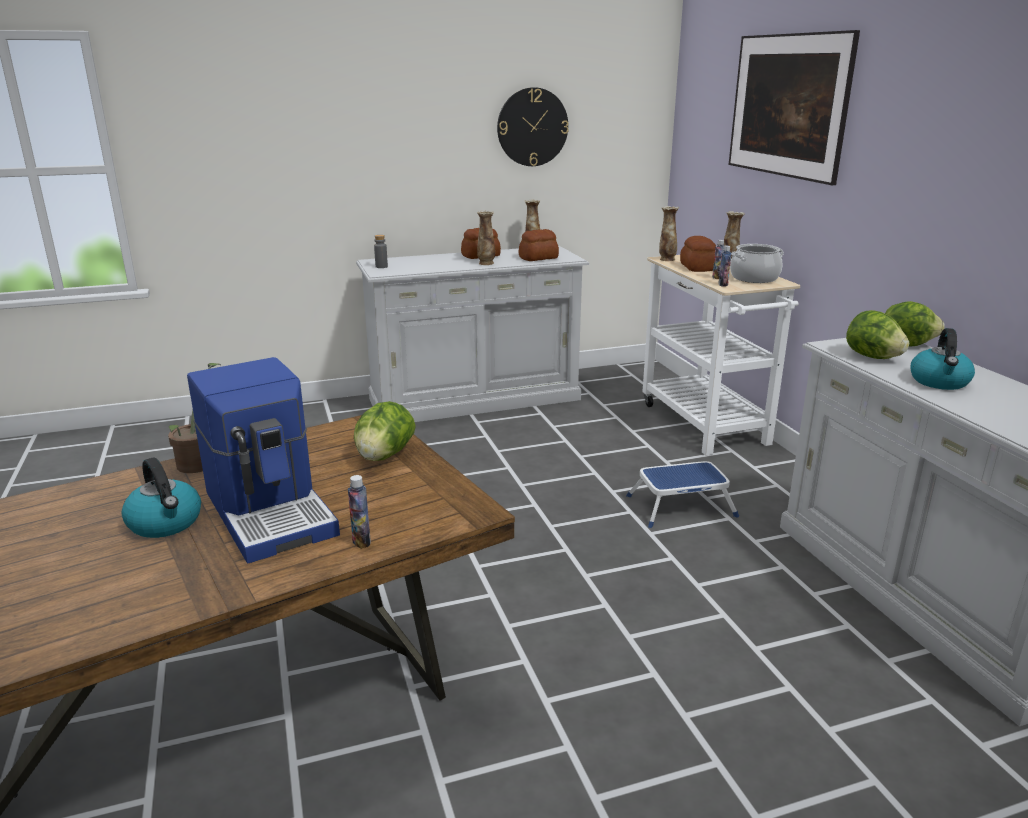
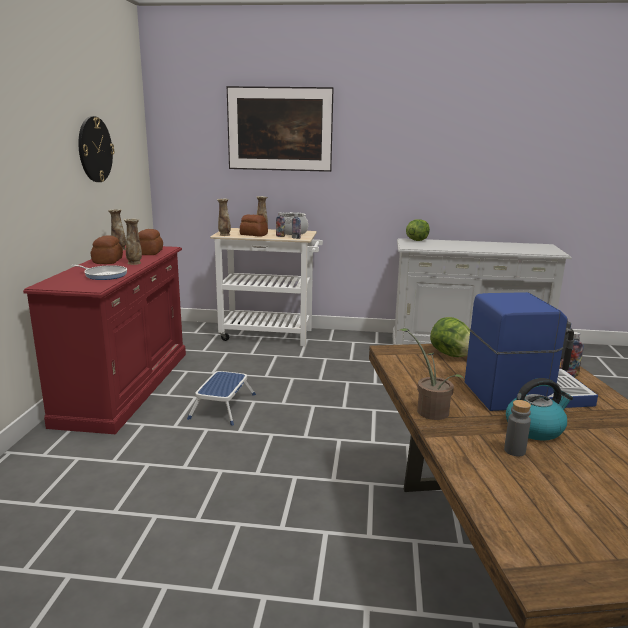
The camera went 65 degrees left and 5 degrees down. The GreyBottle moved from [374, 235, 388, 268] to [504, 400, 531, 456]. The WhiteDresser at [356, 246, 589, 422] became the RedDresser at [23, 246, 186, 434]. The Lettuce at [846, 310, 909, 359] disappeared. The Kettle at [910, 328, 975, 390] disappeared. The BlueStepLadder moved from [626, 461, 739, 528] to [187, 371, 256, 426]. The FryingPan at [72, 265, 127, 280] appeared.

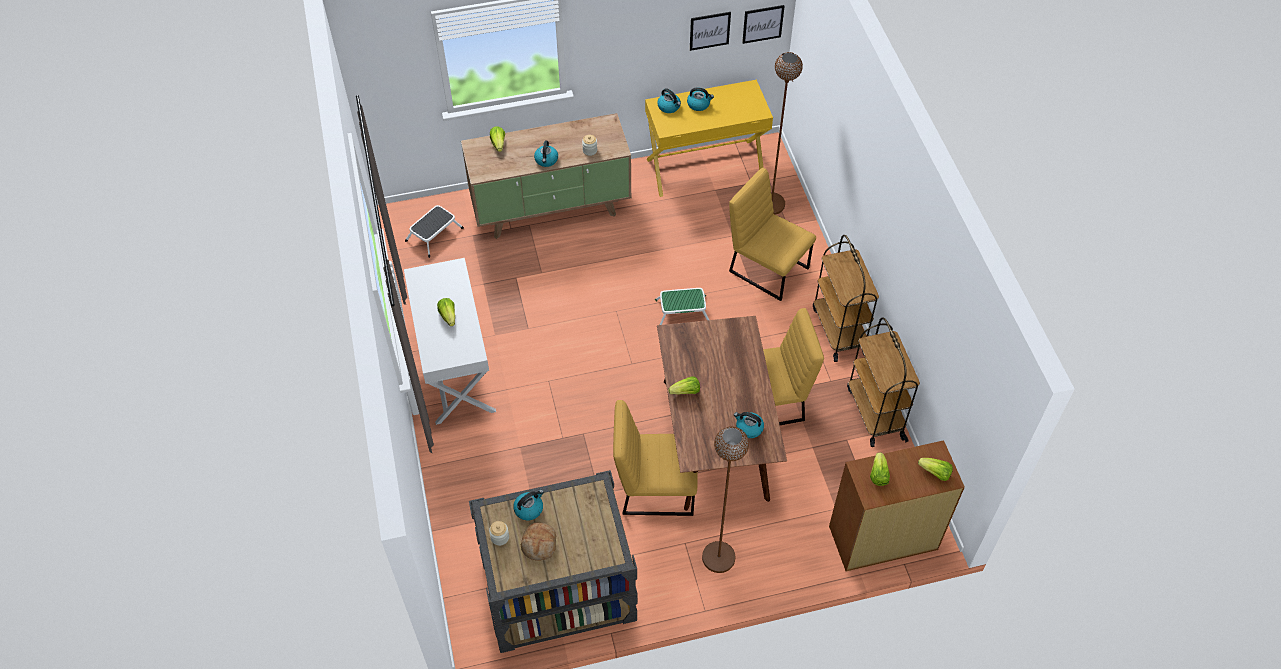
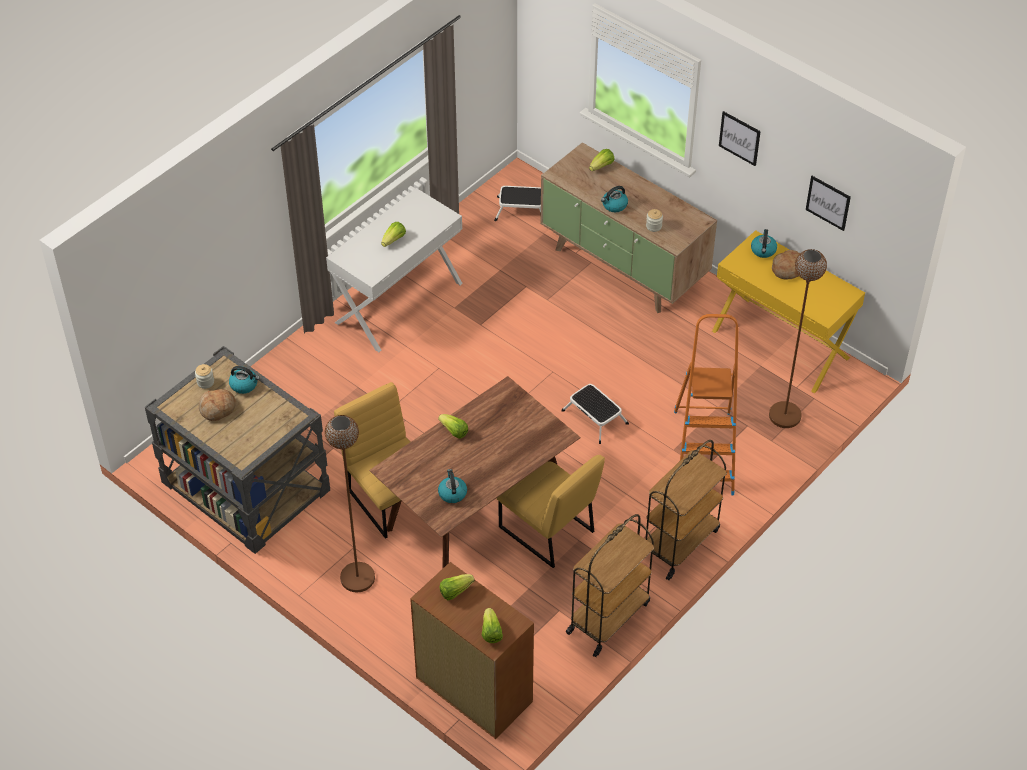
The camera went 55 degrees right and 5 degrees down. The Picture moved from [742, 5, 785, 44] to [719, 111, 761, 166]. The Kettle at [687, 87, 714, 111] was replaced by the Bread at [772, 250, 800, 279]. The YellowChair at [729, 168, 816, 301] was replaced by the OrangeStepLadder at [674, 314, 738, 495]. The GreenStepLadder at [655, 288, 709, 325] became the BlackStepLadder at [562, 384, 629, 444].

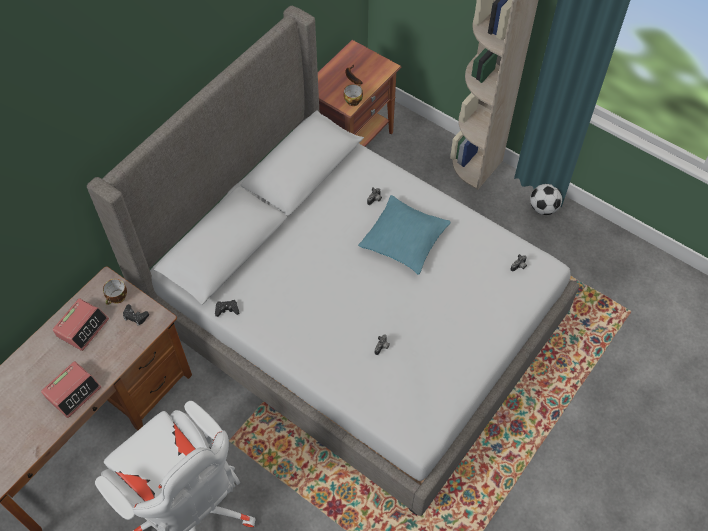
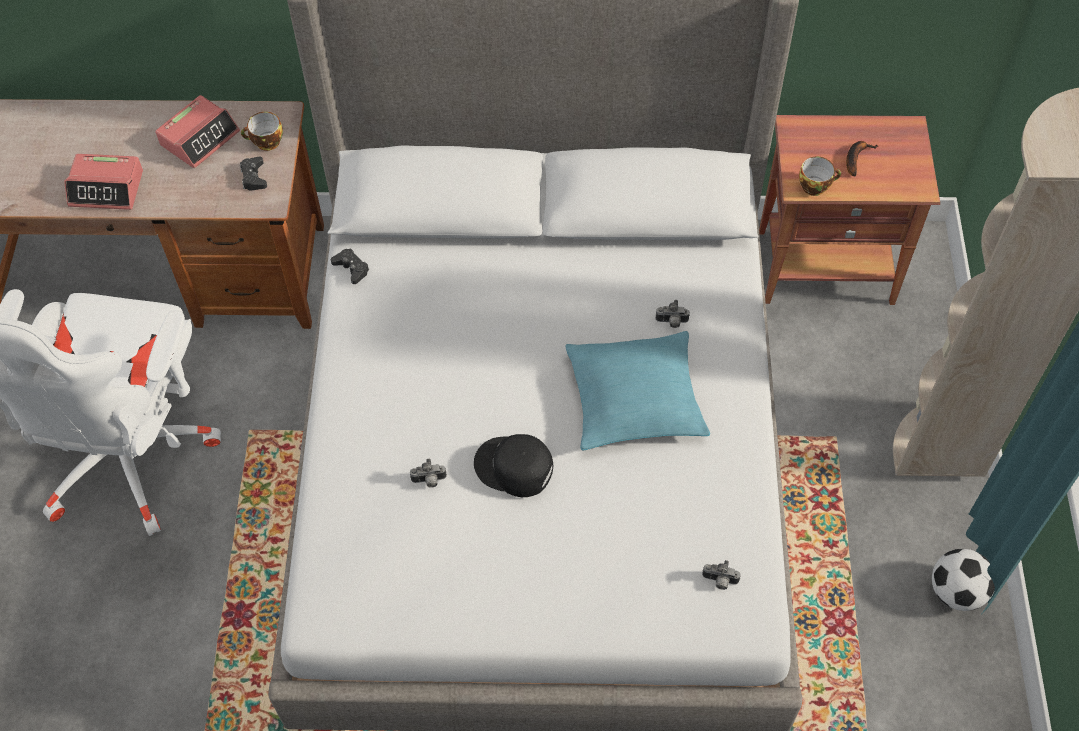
The camera went 55 degrees right and 0 degrees up. The AlarmClock at [52, 298, 109, 351] turned 45 degrees counterclockwise. The BlackCap at [474, 434, 553, 497] appeared.

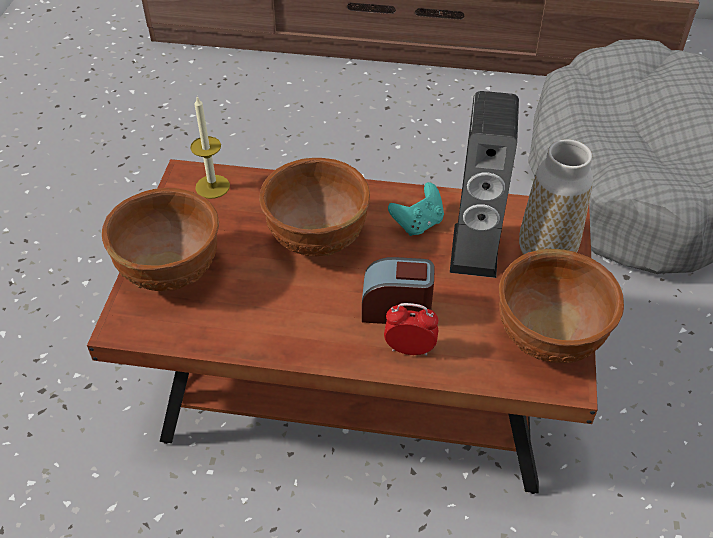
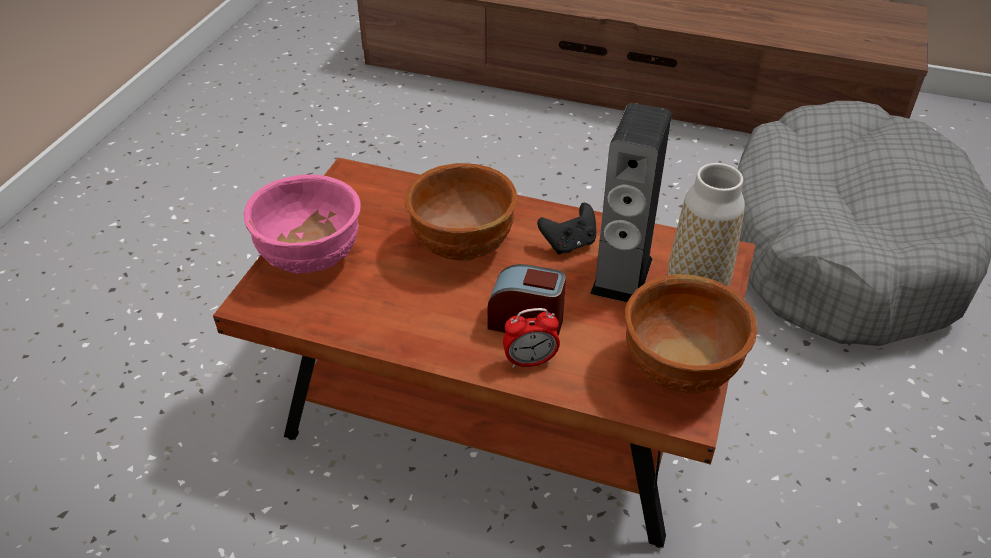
The camera went 10 degrees right and 5 degrees down. The Candle at [190, 97, 230, 199] disappeared. The TurquoiseGameController at [388, 182, 444, 236] became the BlackGameController at [537, 203, 596, 254]. The BrownBowl at [102, 188, 219, 292] became the PinkBowl at [244, 174, 361, 274]. The AlarmClock at [384, 303, 439, 356] turned 150 degrees clockwise.

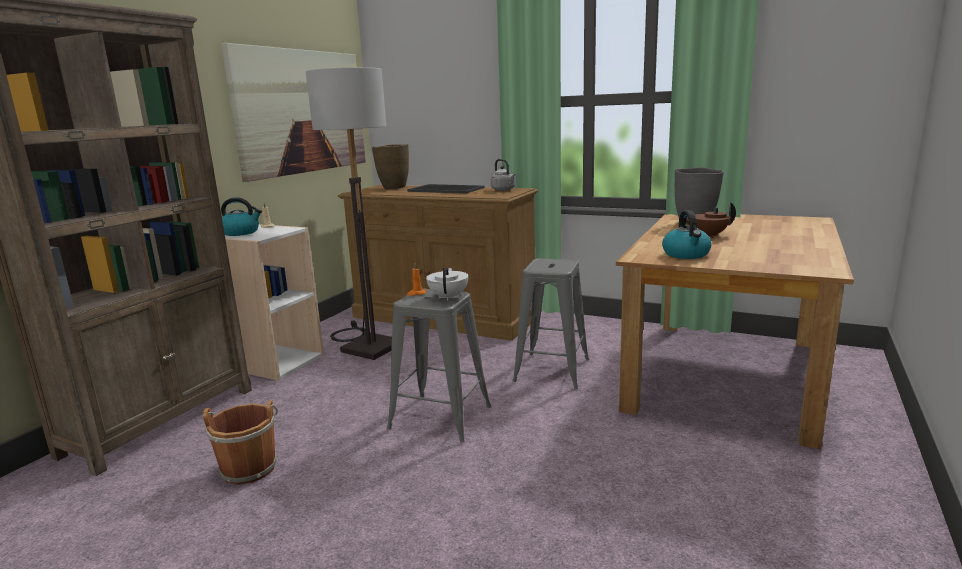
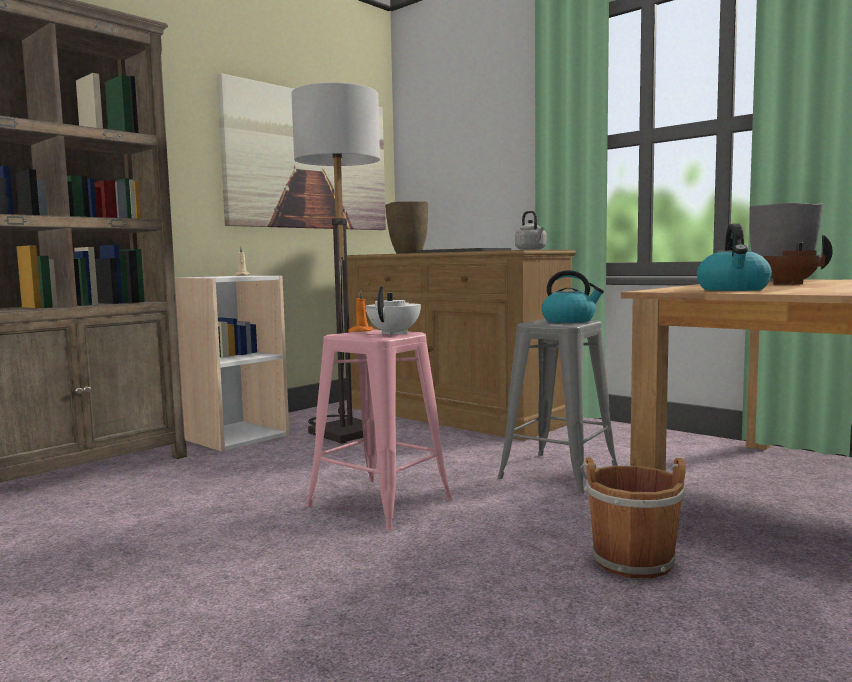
The camera went 15 degrees right and 10 degrees down. The Kettle moved from [221, 197, 262, 236] to [541, 270, 604, 323]. The GreyStool at [387, 288, 491, 443] became the PinkStool at [306, 329, 452, 530]. The BrownBucket moved from [203, 400, 278, 485] to [580, 457, 686, 578].

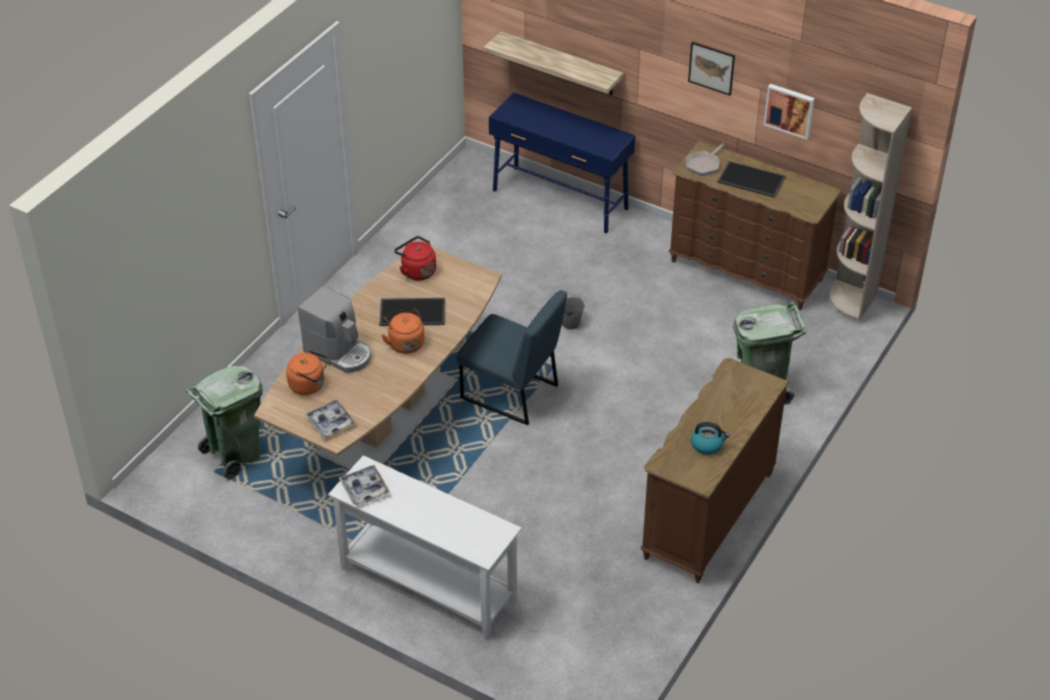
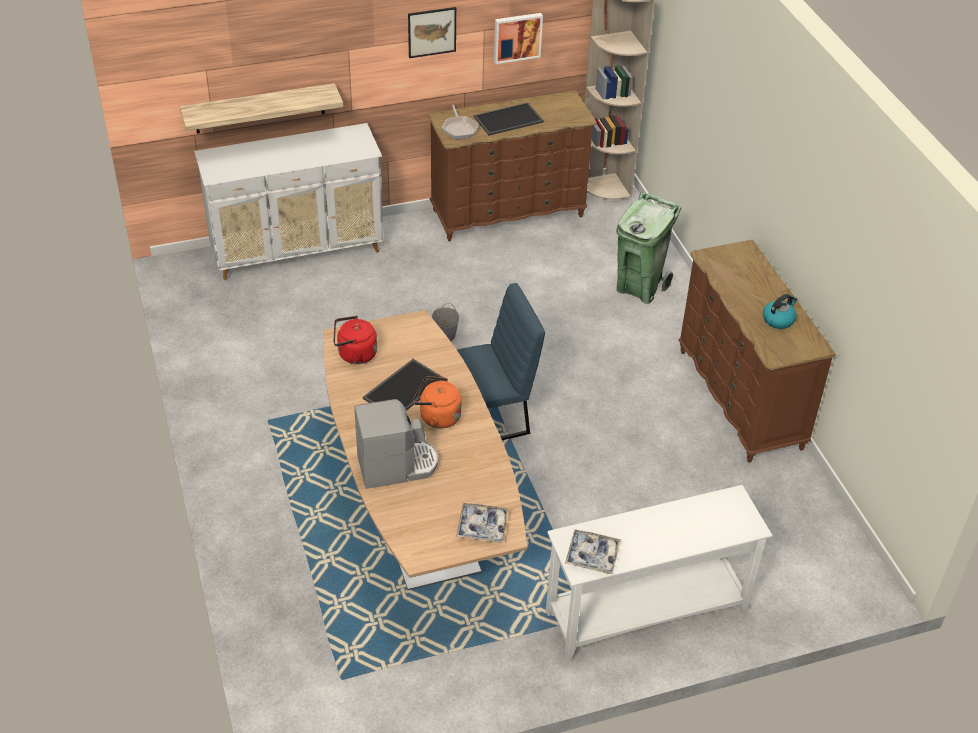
The camera went 50 degrees left and 0 degrees up. The BlueConsoleTable at [489, 93, 635, 233] was replaced by the WhiteCabinet at [194, 123, 383, 280]. The OrangeKettle at [286, 350, 329, 395] disappeared. The GreenTrashCan at [185, 366, 263, 480] disappeared.

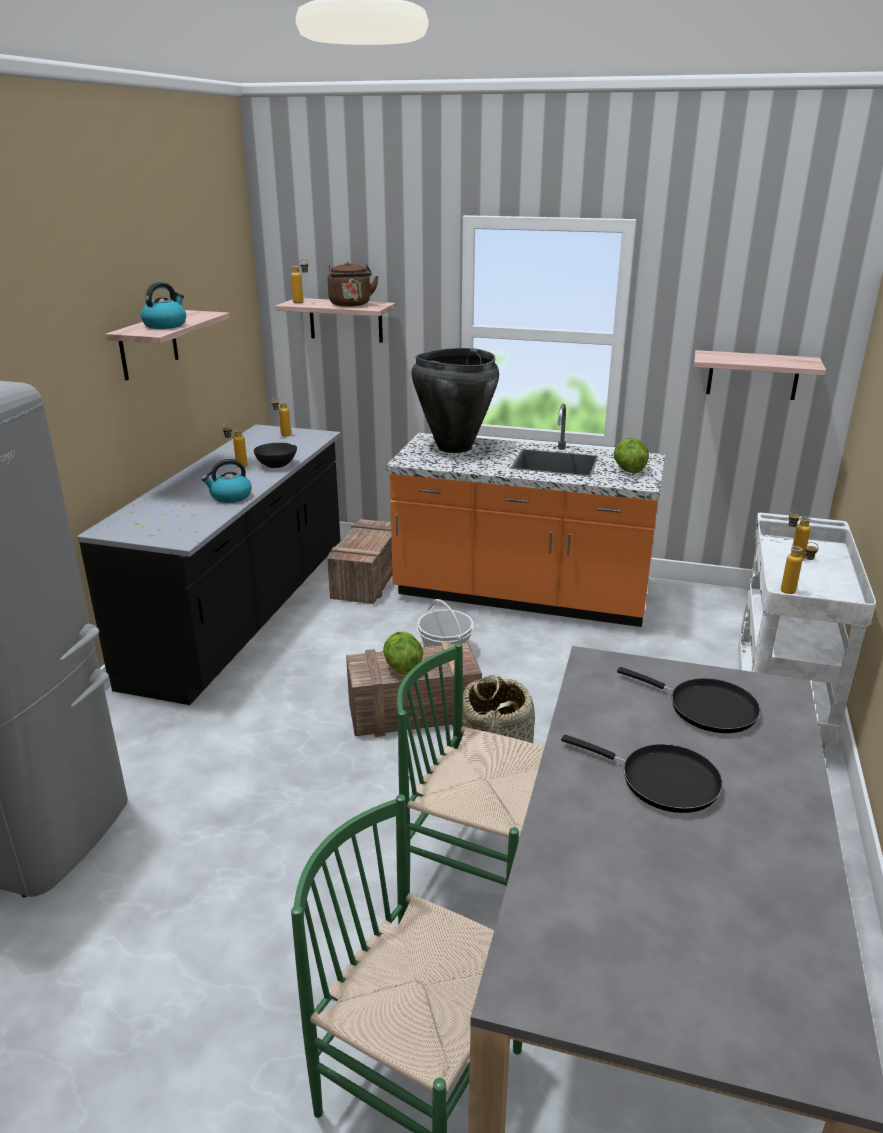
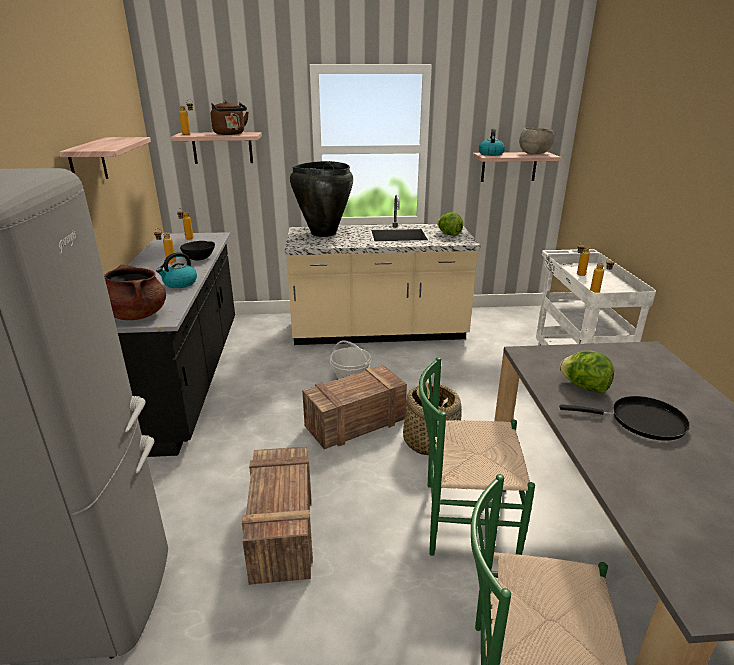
The camera went 20 degrees left and 0 degrees up. The Kettle moved from [140, 282, 186, 329] to [479, 129, 505, 156]. The OrangeCounter at [386, 404, 665, 627] became the BeigeCounter at [285, 195, 481, 345]. The Crate moved from [327, 519, 393, 604] to [242, 446, 313, 585]. The Lettuce moved from [383, 632, 423, 675] to [559, 350, 614, 393]. The BlackFryingPan at [617, 667, 761, 733] disappeared. The GreyBowl at [519, 127, 554, 155] appeared. The BrownCookingPot at [104, 264, 166, 320] appeared.

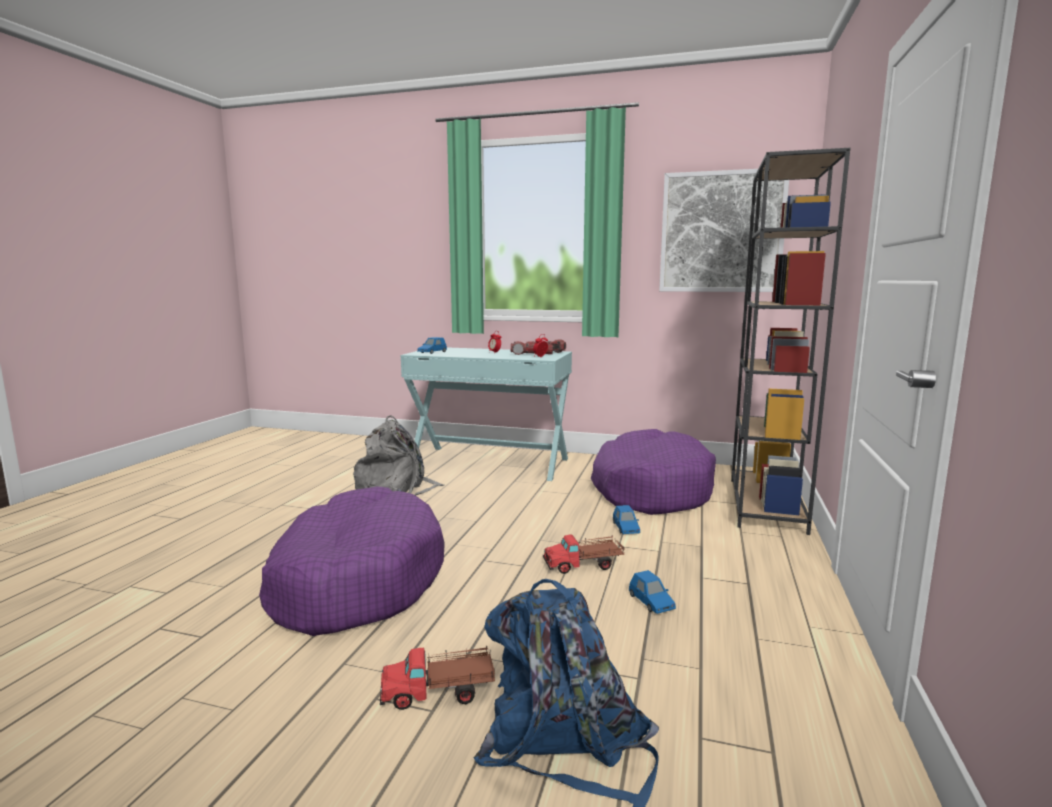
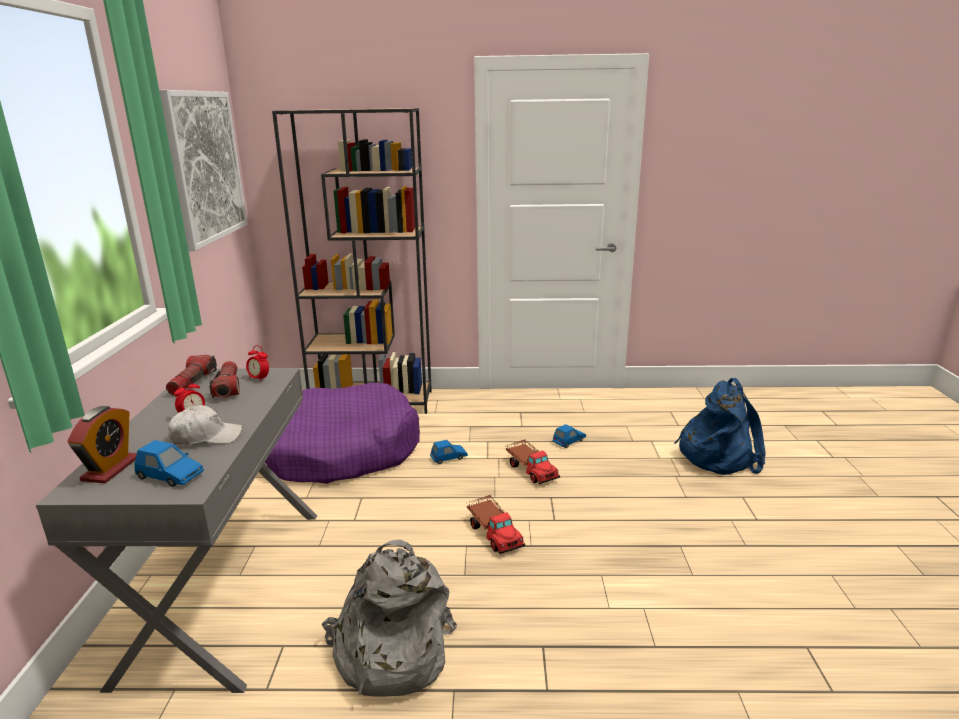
The camera went 105 degrees left and 10 degrees up. The TurquoiseDesk at [401, 347, 572, 481] became the GreyDesk at [36, 368, 317, 693]. The PurpleDogBed at [259, 487, 445, 636] disappeared. The ToyTruck moved from [380, 646, 495, 710] to [467, 495, 525, 554]. The WhiteCap at [168, 405, 242, 445] appeared. The AlarmClock at [67, 406, 137, 483] appeared.

